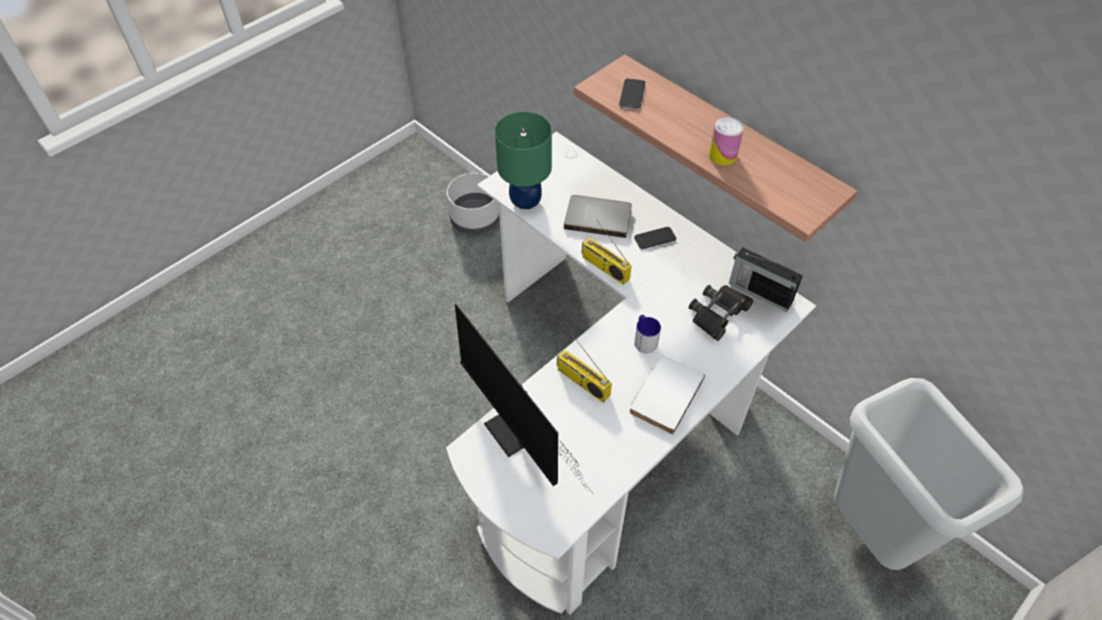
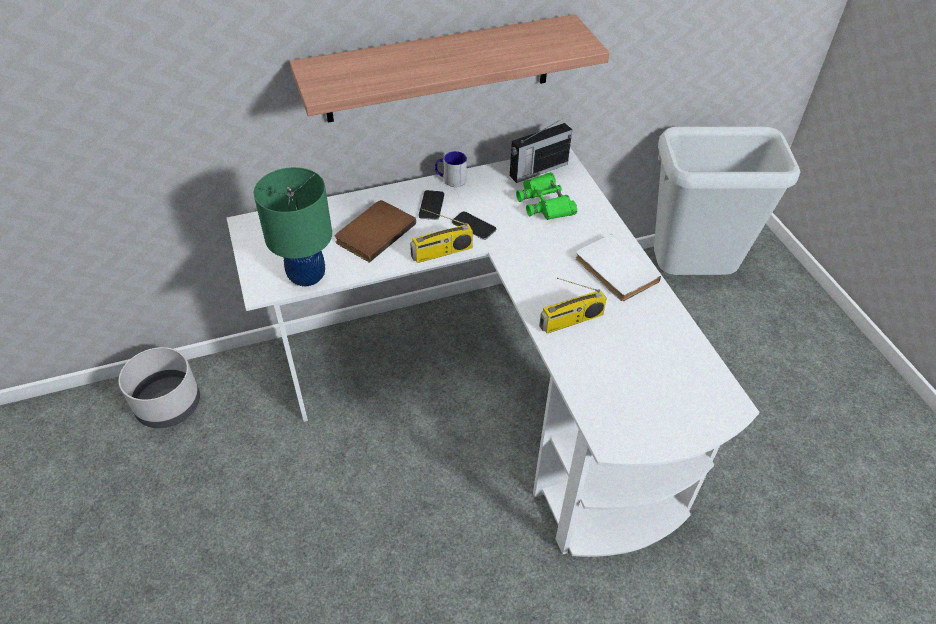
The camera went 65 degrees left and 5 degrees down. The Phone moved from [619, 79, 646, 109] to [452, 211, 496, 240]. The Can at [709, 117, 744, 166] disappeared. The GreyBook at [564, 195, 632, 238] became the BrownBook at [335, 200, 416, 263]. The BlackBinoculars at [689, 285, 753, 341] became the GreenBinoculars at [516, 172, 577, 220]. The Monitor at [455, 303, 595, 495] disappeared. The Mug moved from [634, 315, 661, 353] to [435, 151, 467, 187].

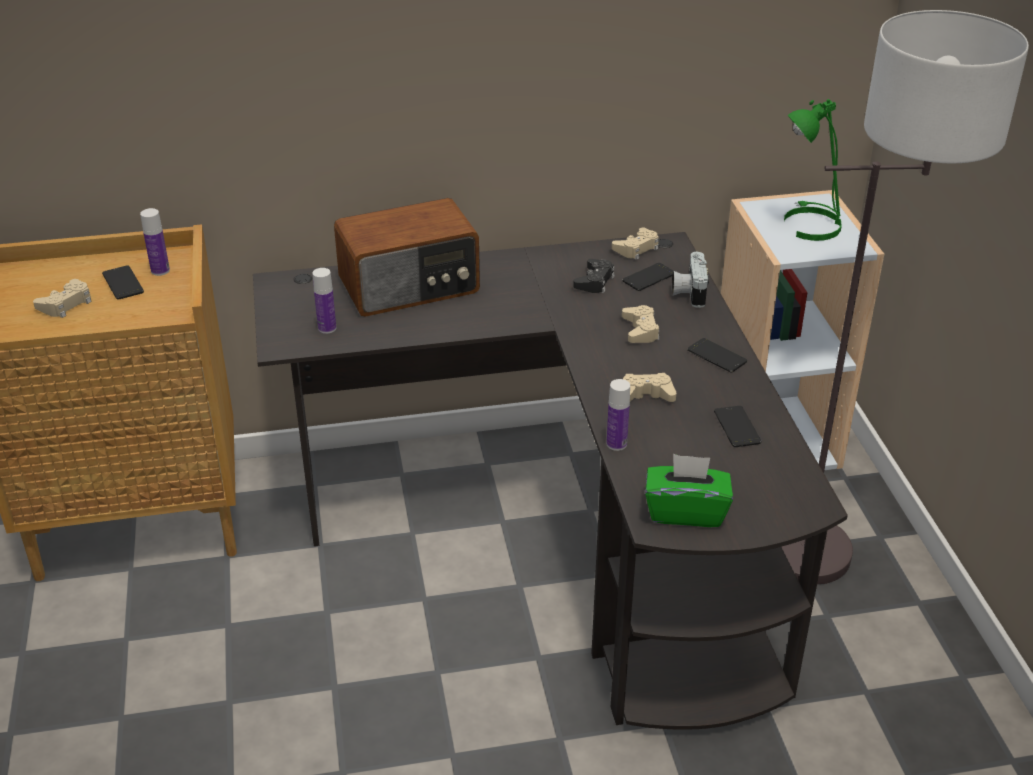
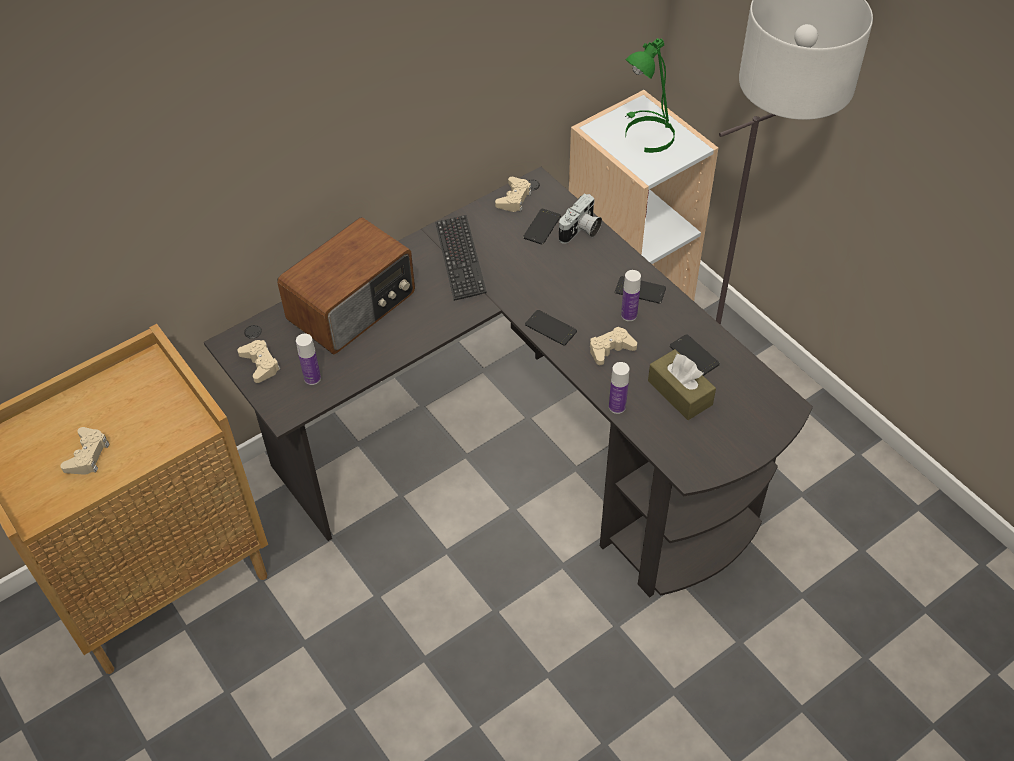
The camera went 25 degrees left and 15 degrees up. The Bottle moved from [140, 208, 170, 276] to [621, 270, 641, 321]. The PhotoCamera at [672, 252, 709, 308] turned 120 degrees counterclockwise. The BlackGameController at [573, 259, 615, 293] disappeared. The Phone moved from [102, 265, 144, 300] to [525, 310, 577, 345]. The BeigeGameController moved from [622, 305, 660, 343] to [237, 340, 280, 383]. The GreenTissueBox at [645, 454, 733, 527] disappeared. The Keyboard at [435, 215, 487, 301] appeared. The BrownTissueBox at [648, 349, 716, 420] appeared.

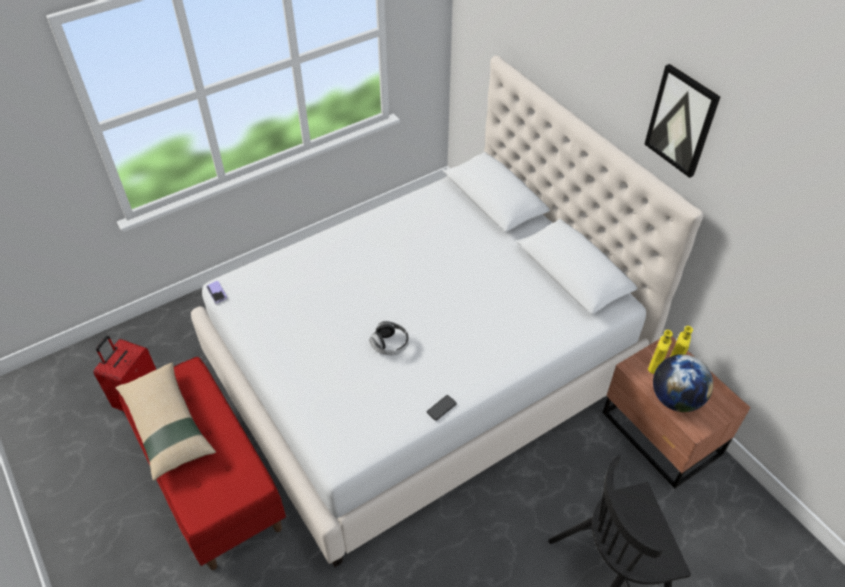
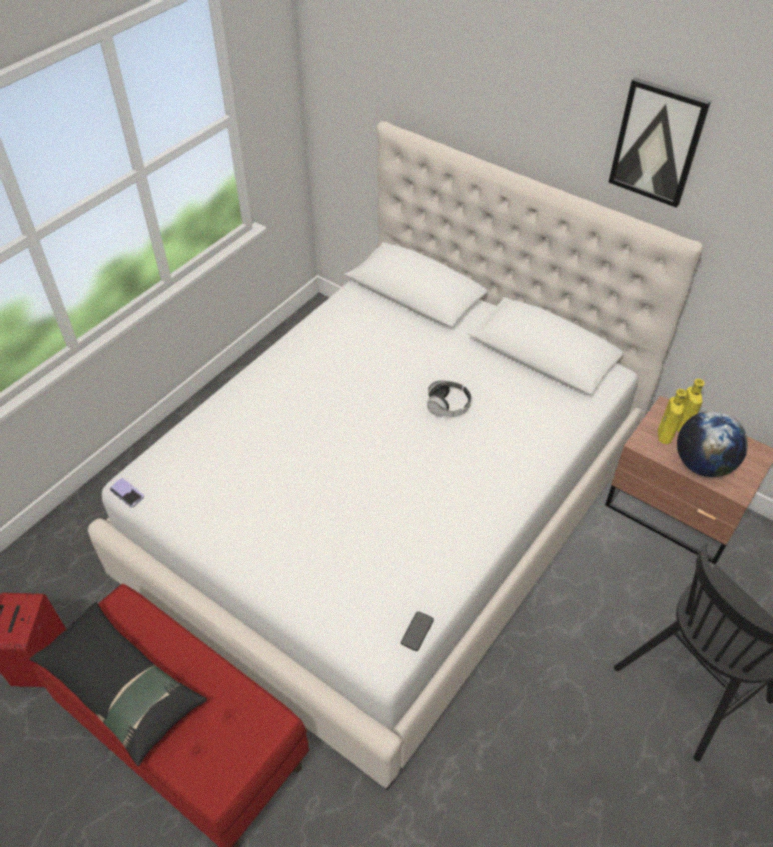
The camera went 20 degrees left and 0 degrees up. The Headphones moved from [369, 321, 409, 355] to [427, 380, 471, 417]. The BeigePillow at [115, 362, 216, 481] became the BlackPillow at [30, 601, 207, 766]. The Phone moved from [427, 395, 457, 421] to [401, 611, 434, 651].

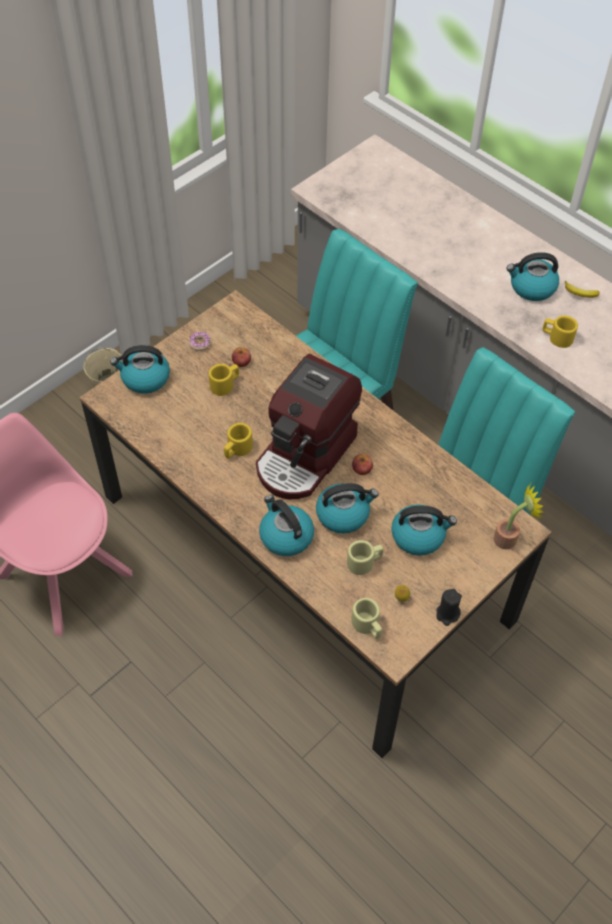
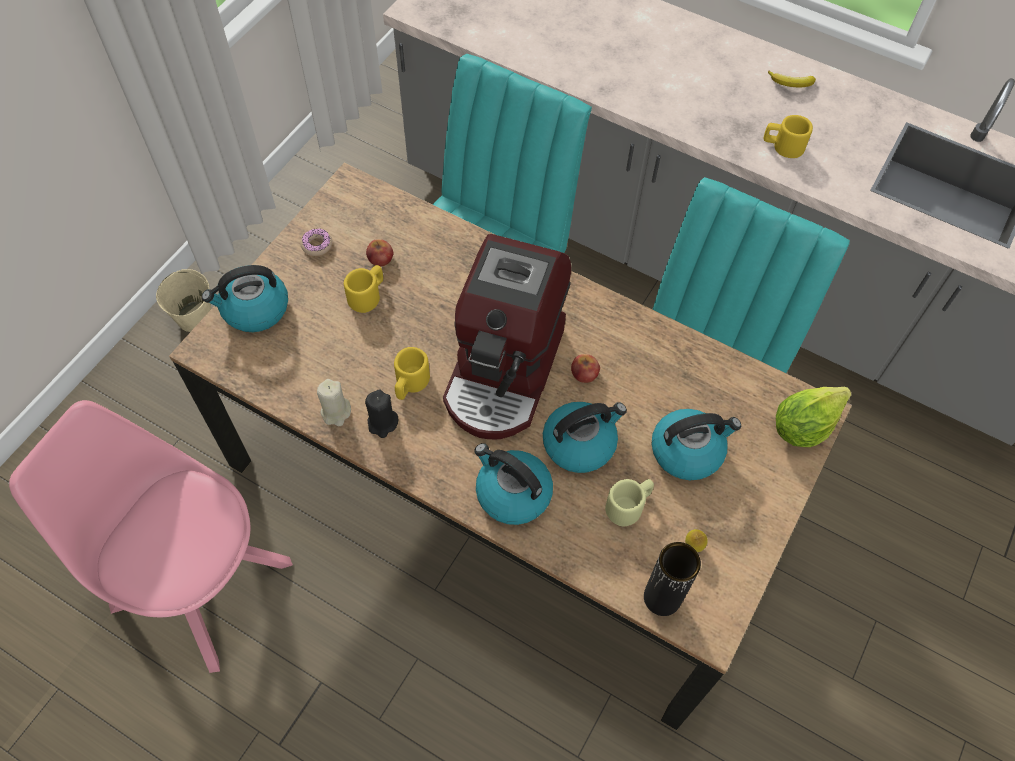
The camera went 15 degrees left and 5 degrees up. The Kettle at [506, 252, 559, 301] disappeared. The PottedPlant at [494, 483, 544, 549] was replaced by the Lettuce at [776, 387, 851, 447]. The BlackCandle moved from [436, 589, 462, 626] to [365, 389, 399, 438]. The BeigeMug at [351, 598, 382, 639] was replaced by the BlackVase at [644, 542, 701, 616]. The BeigeCandle at [317, 379, 351, 426] appeared.

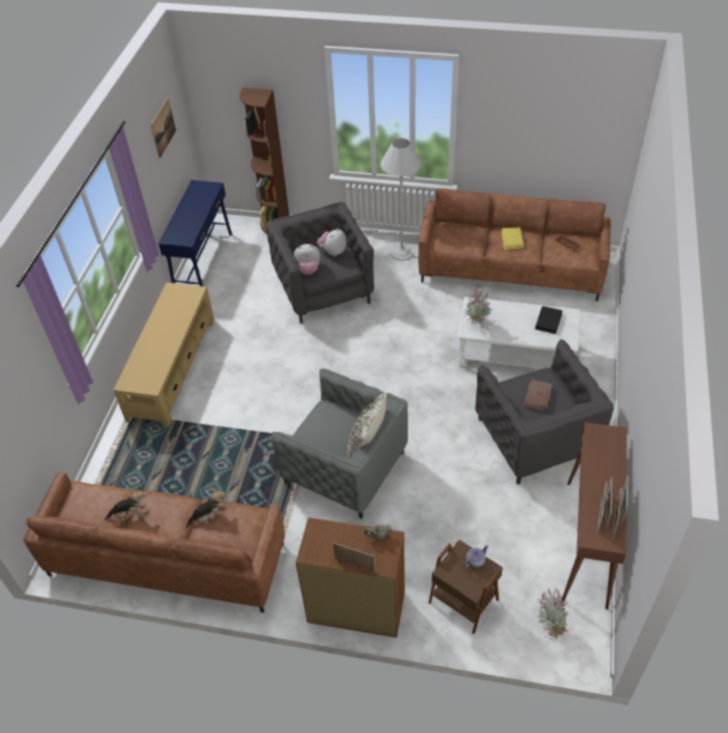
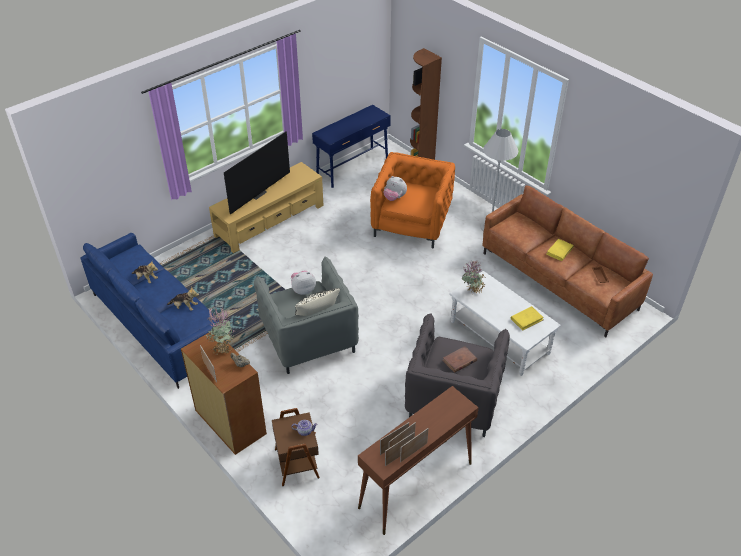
The camera went 35 degrees right and 5 degrees down. The Picture at [151, 97, 176, 159] disappeared. The GreyArmchair at [266, 202, 374, 324] became the OrangeArmchair at [370, 152, 455, 249]. The PlushToy moved from [317, 228, 346, 256] to [291, 270, 316, 295]. The BlackBook at [535, 306, 563, 334] became the YellowBook at [511, 306, 544, 331]. The BrownSofa at [23, 472, 285, 613] became the BlueSofa at [80, 233, 228, 389]. The PottedPlant moved from [536, 587, 569, 640] to [206, 307, 235, 355]. The Television at [224, 131, 290, 215] appeared.

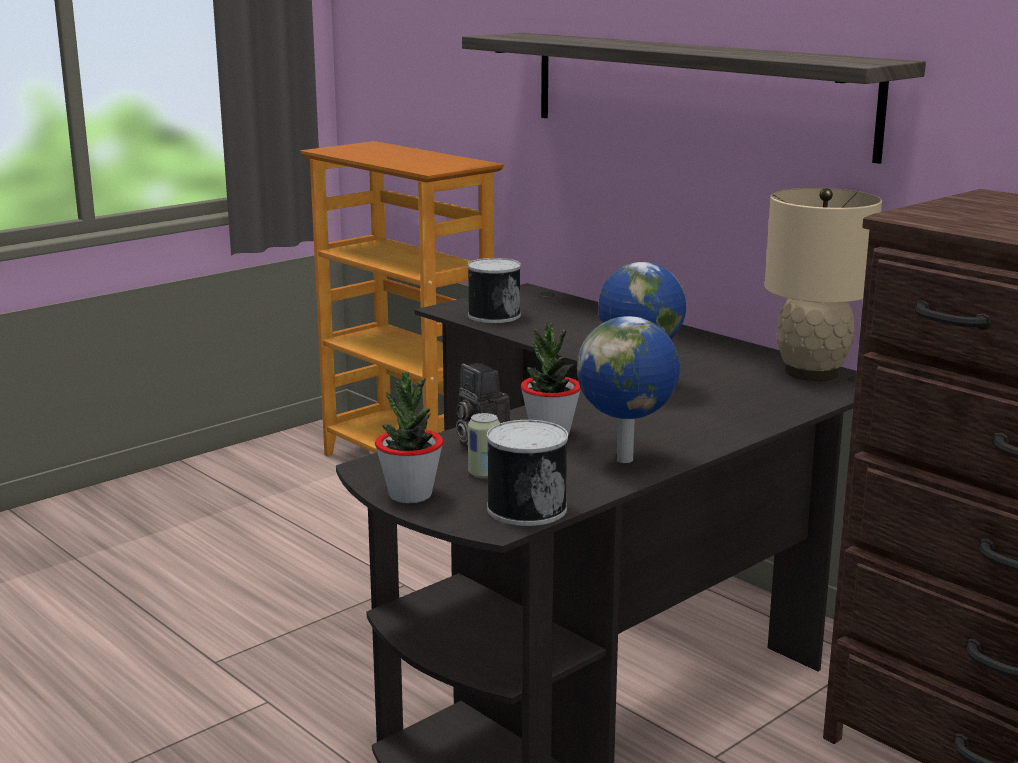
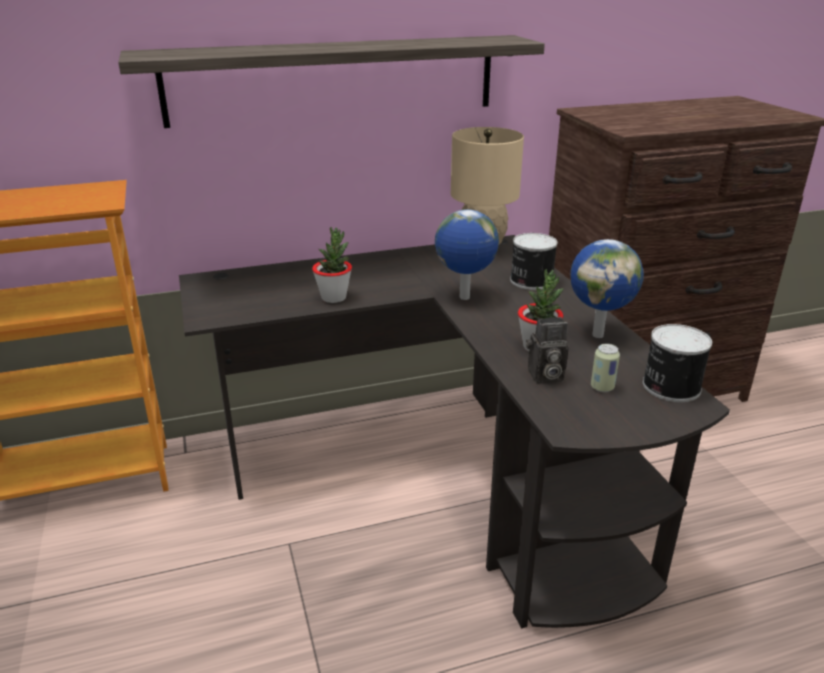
The camera went 65 degrees left and 10 degrees up. The Can moved from [467, 258, 521, 323] to [510, 233, 557, 290]. The PottedPlant moved from [375, 372, 443, 503] to [312, 227, 352, 303].

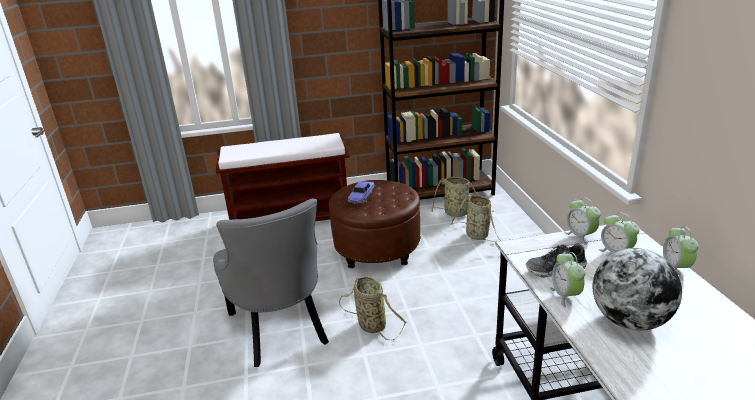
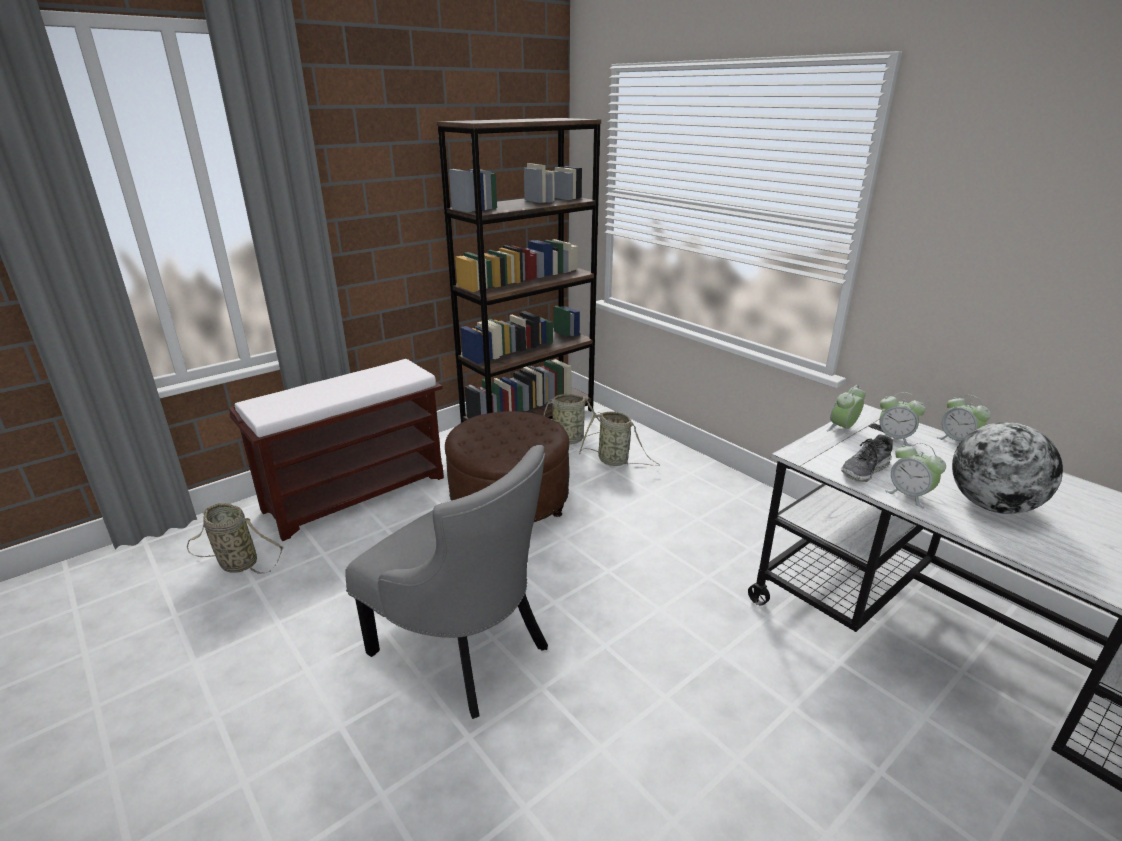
The camera went 30 degrees left and 0 degrees up. The ToyCar at [347, 181, 375, 204] disappeared. The AlarmClock at [565, 198, 601, 245] turned 105 degrees clockwise. The Basket moved from [339, 276, 406, 340] to [187, 503, 283, 574].

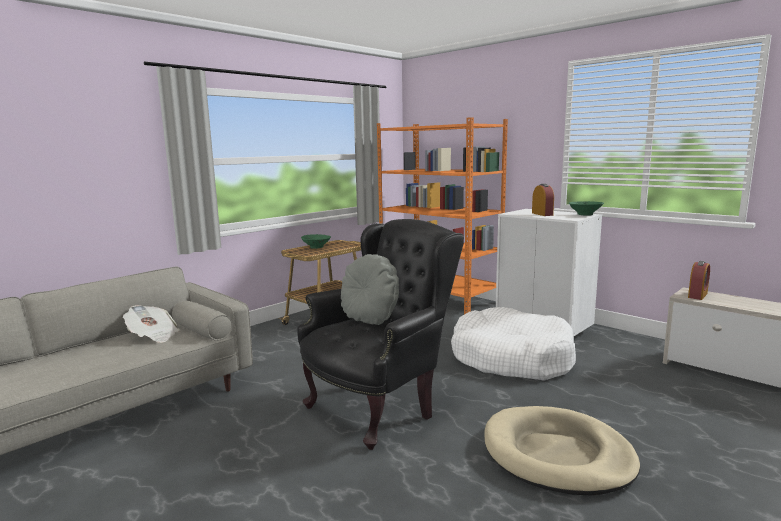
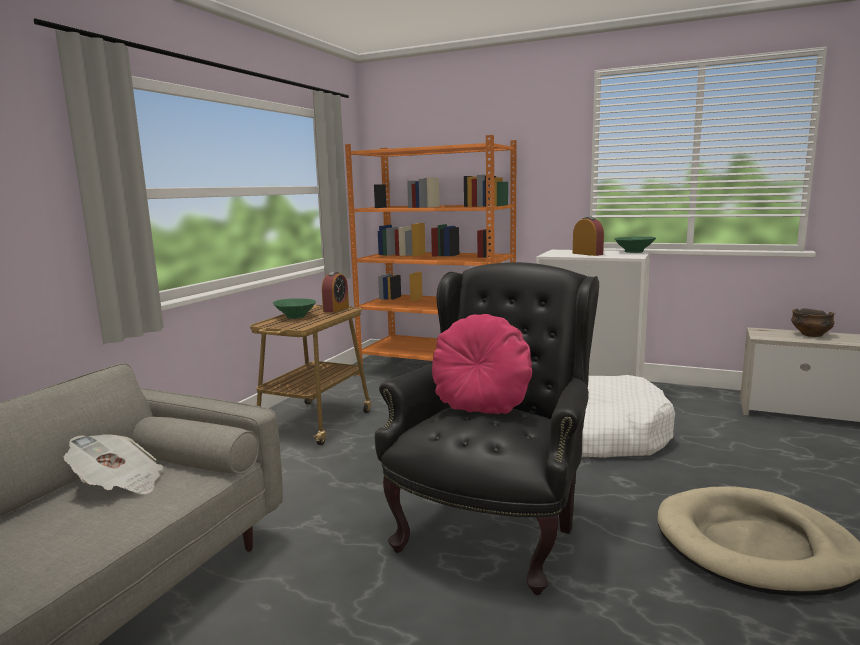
The camera went 20 degrees left and 0 degrees up. The GreyPillow at [341, 254, 399, 325] became the PinkPillow at [432, 314, 532, 414]. The AlarmClock moved from [688, 261, 710, 300] to [322, 272, 349, 313]. The Bowl at [791, 308, 835, 337] appeared.

